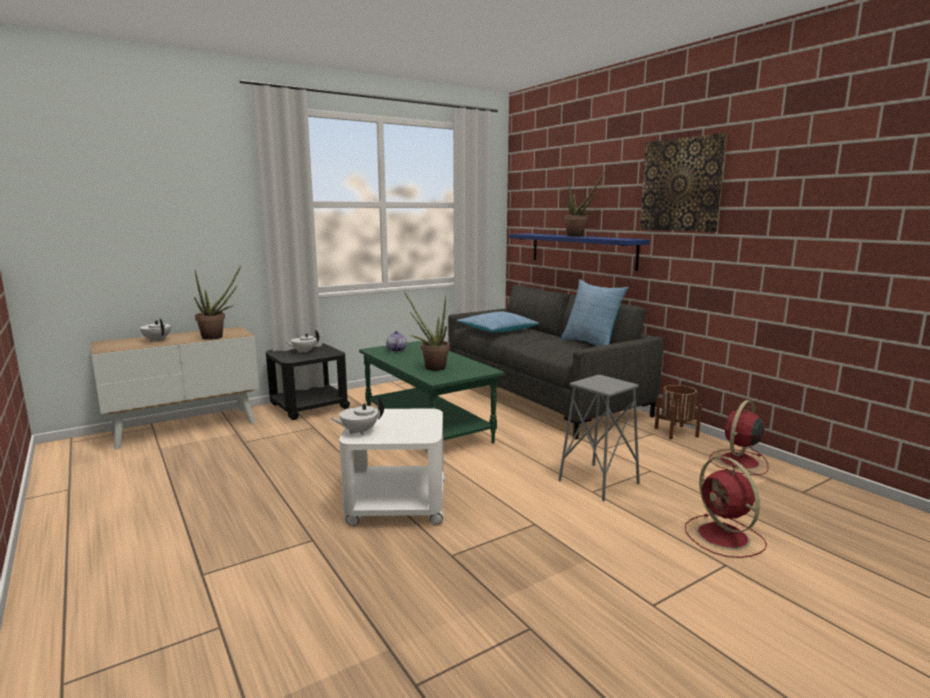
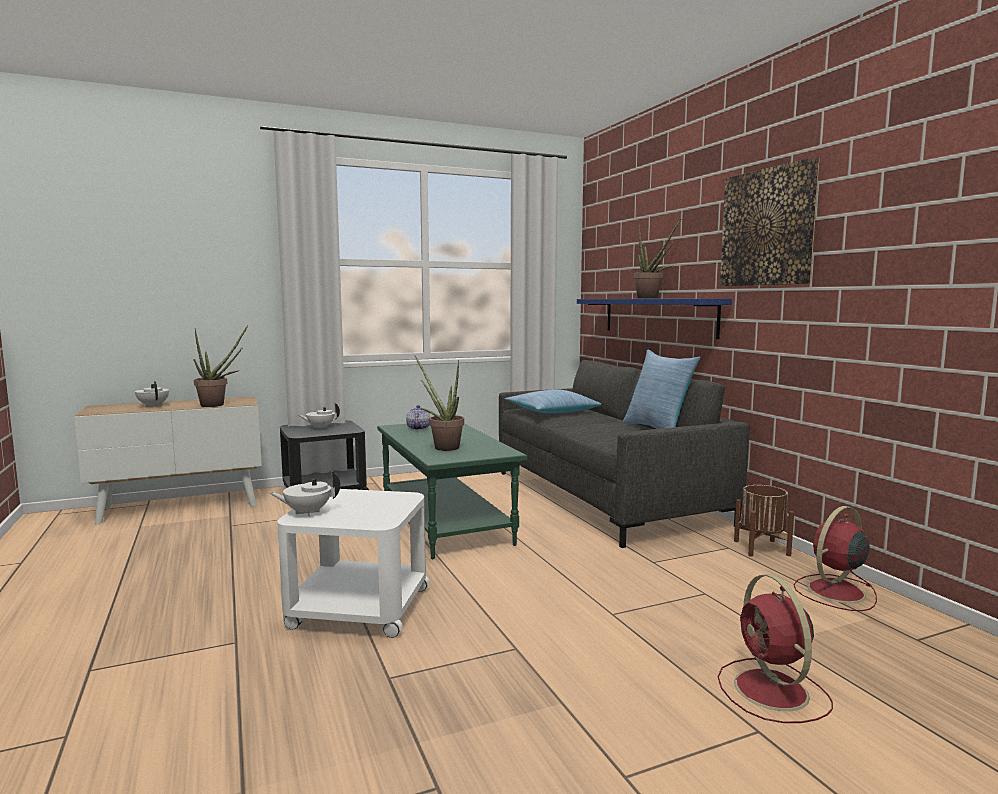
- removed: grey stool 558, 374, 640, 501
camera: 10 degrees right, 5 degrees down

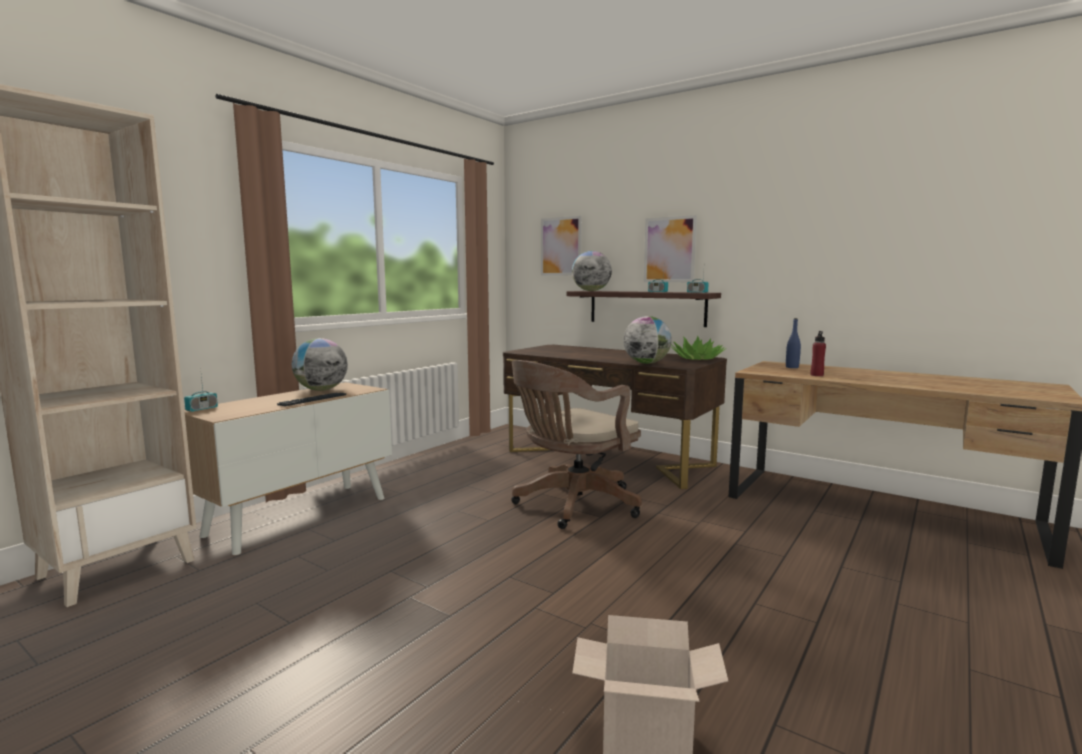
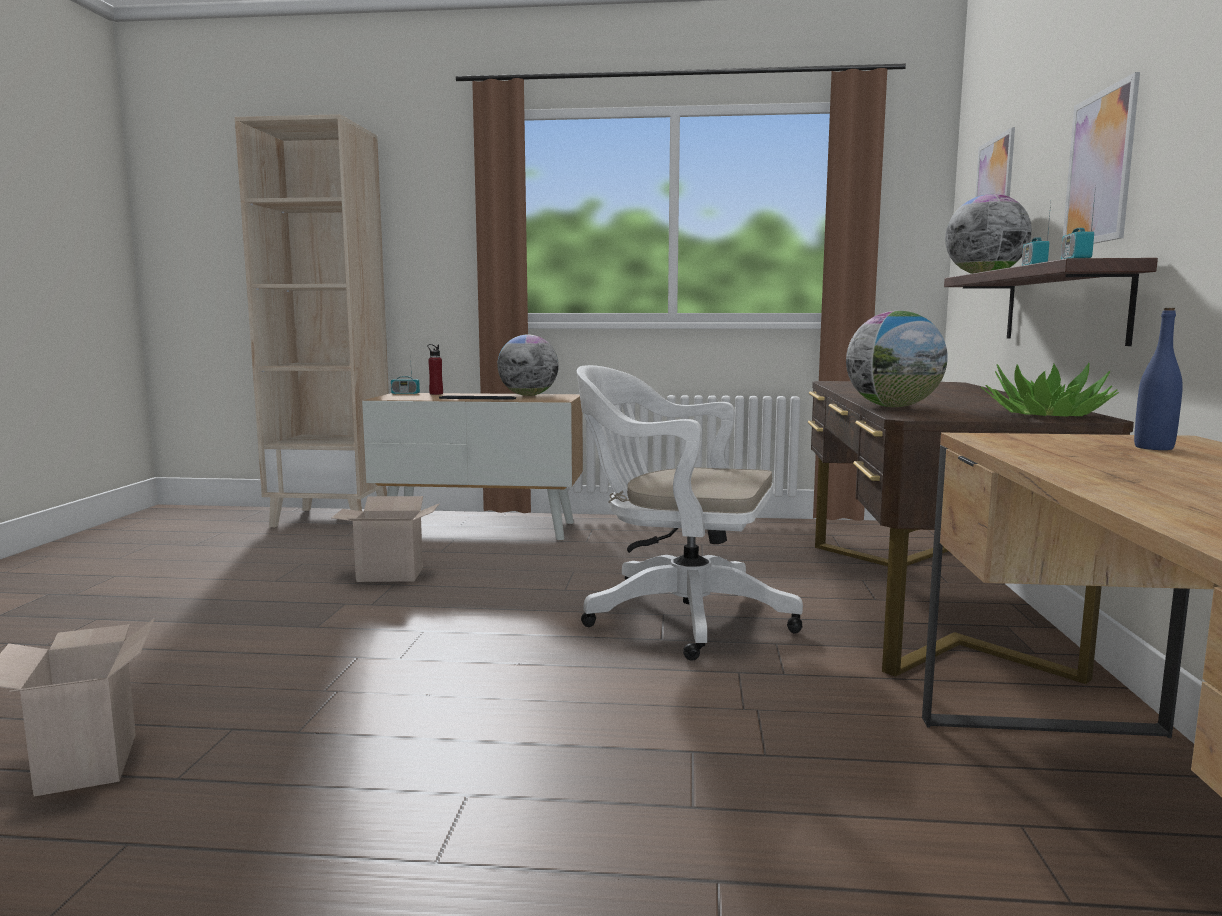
- moved: red-coloured bottle 811, 331, 826, 376 to 427, 344, 443, 395
- recoloured: brown-coloured computer chair 511, 360, 642, 529 to white computer chair 577, 365, 803, 661
- added: packing box 331, 496, 440, 582
camera: 60 degrees right, 0 degrees up

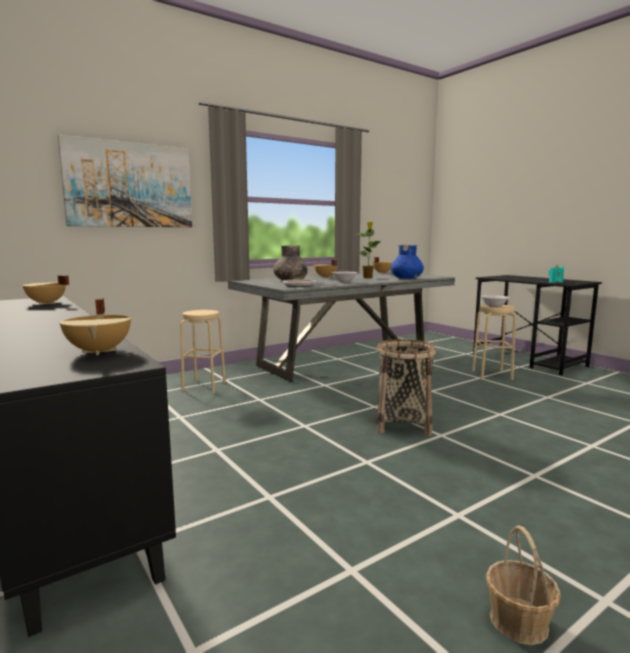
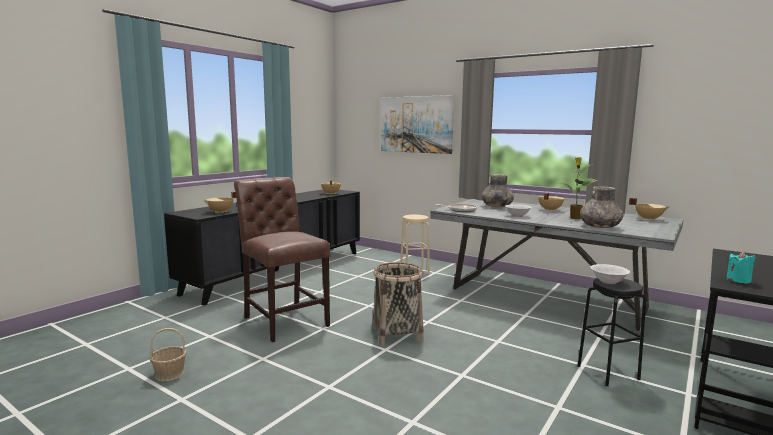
- recoloured: blue flower vase 391, 245, 424, 279 to grey flower vase 580, 186, 624, 228
- recoloured: beige-coloured stool 472, 304, 516, 380 to black stool 577, 278, 646, 387
- added: brown-coloured upright chair 234, 177, 330, 342
camera: 70 degrees right, 0 degrees up

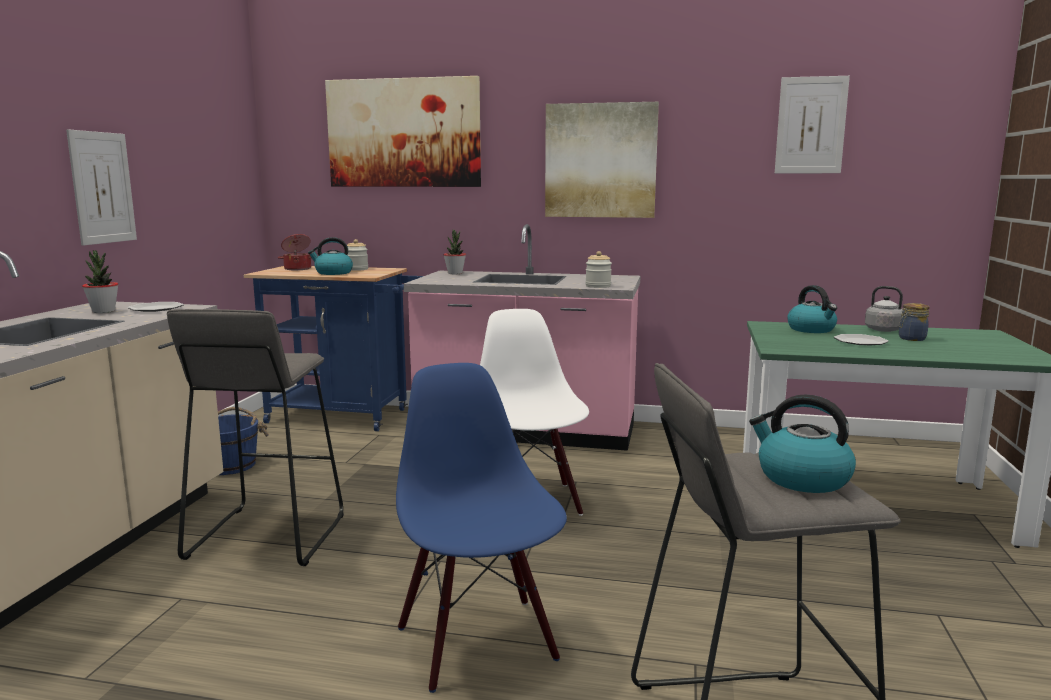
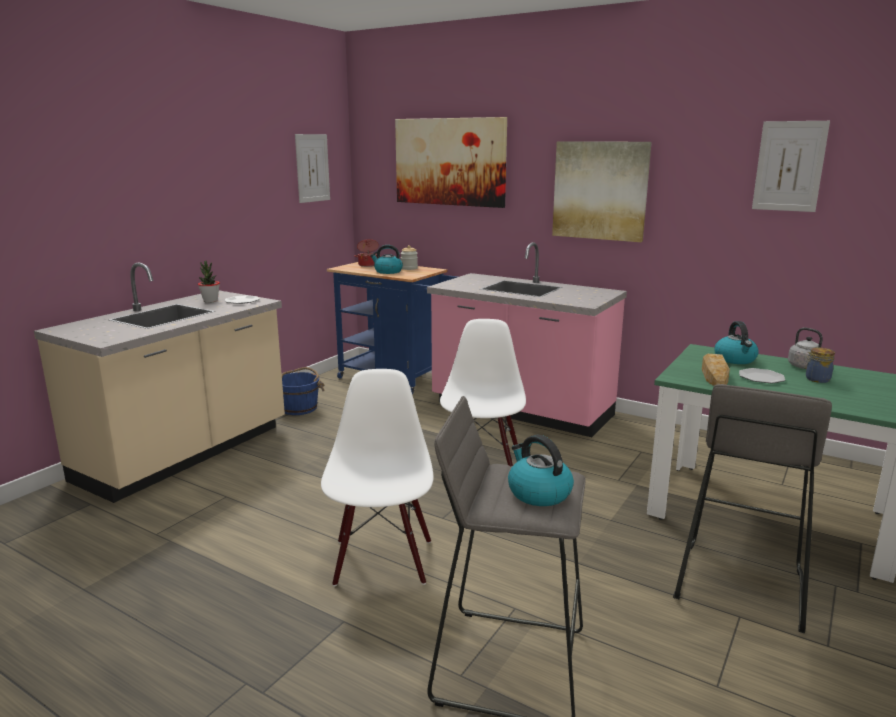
- moved: wall art 66, 129, 137, 246 to 295, 134, 330, 203
- removed: plant in a pot 443, 230, 466, 274
- removed: storage jar 585, 251, 612, 288
- moved: grey stool 167, 309, 344, 566 to 673, 384, 832, 633
- recoloured: blue upright chair 396, 363, 567, 693 to white upright chair 321, 369, 434, 586
- added: baked bread 702, 354, 730, 386
camera: 20 degrees right, 5 degrees up

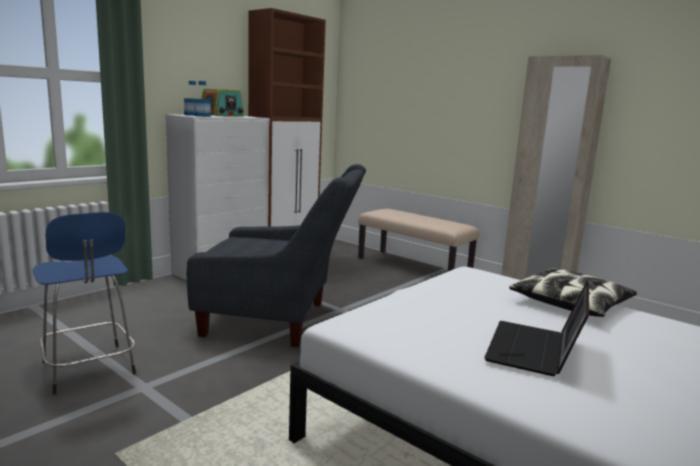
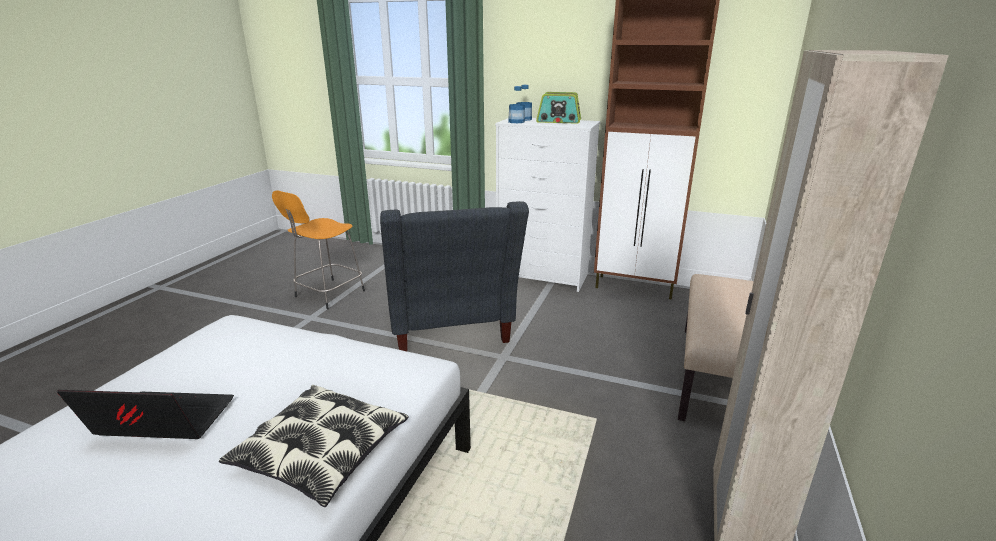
- recoloured: blue stool 33, 212, 136, 394 to orange stool 272, 190, 365, 309
camera: 70 degrees right, 10 degrees up

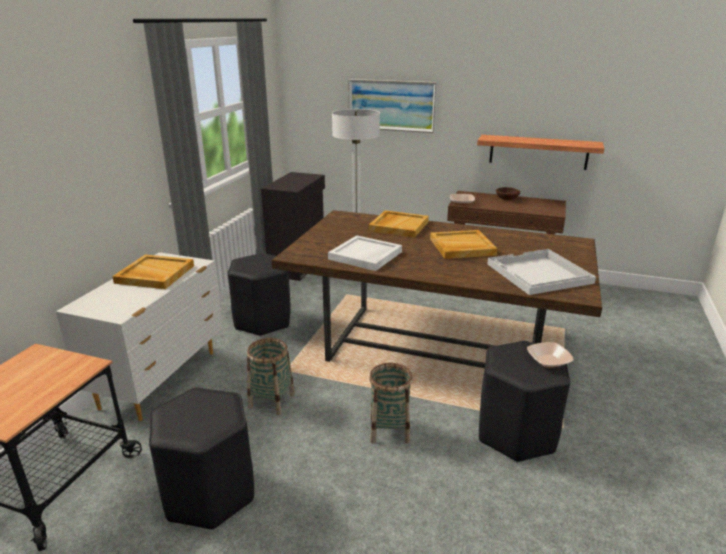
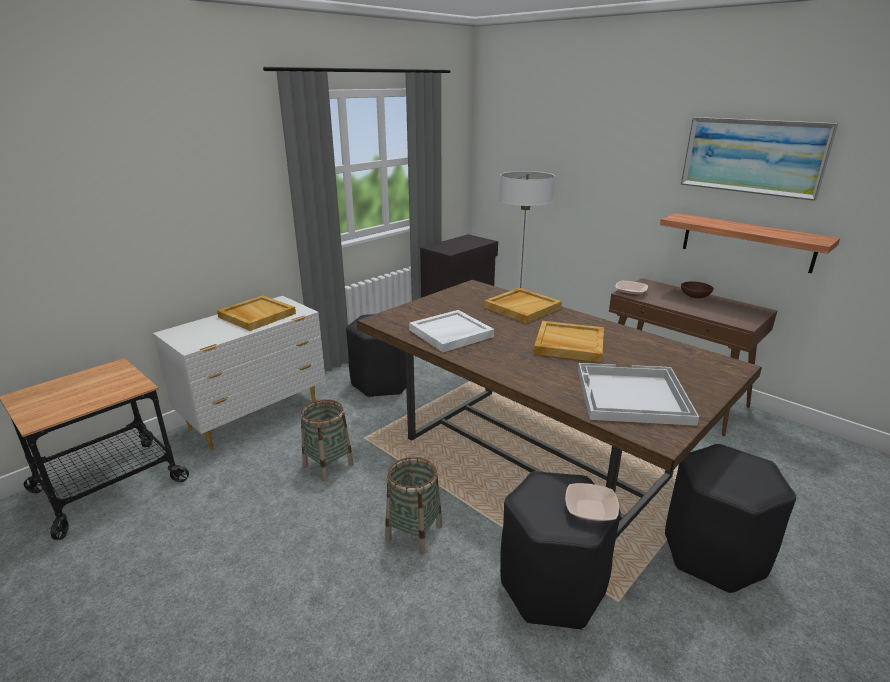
- moved: wall art 348, 79, 437, 133 to 681, 117, 838, 201
- moved: black stool 149, 387, 254, 530 to 665, 444, 796, 593
camera: 25 degrees right, 0 degrees up

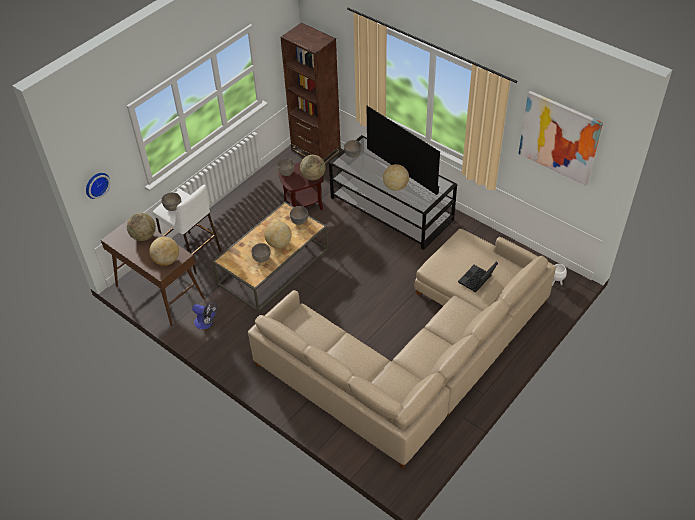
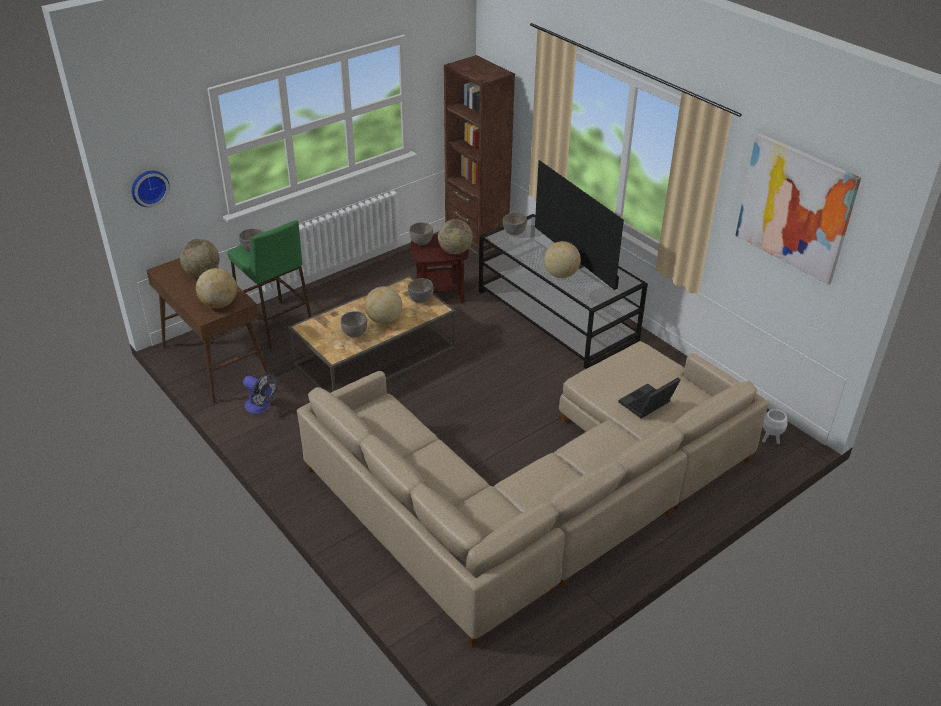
- recoloured: white stool 153, 185, 222, 274 to green stool 228, 220, 312, 349
camera: 10 degrees right, 10 degrees down

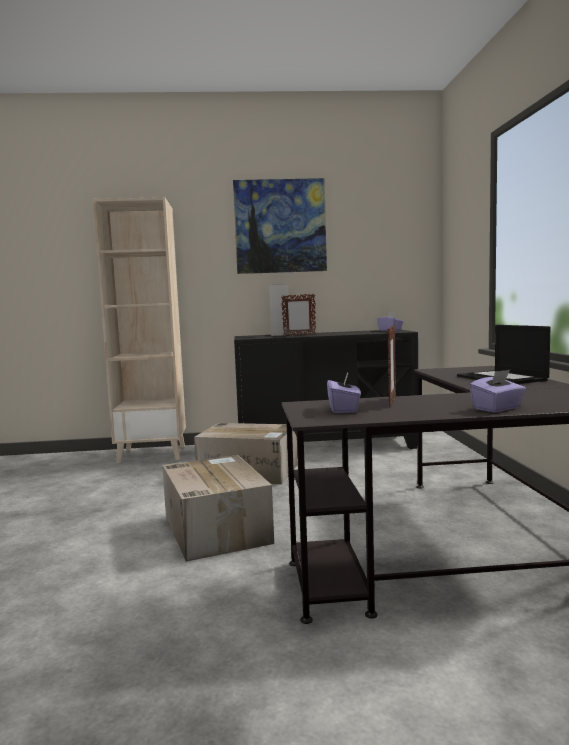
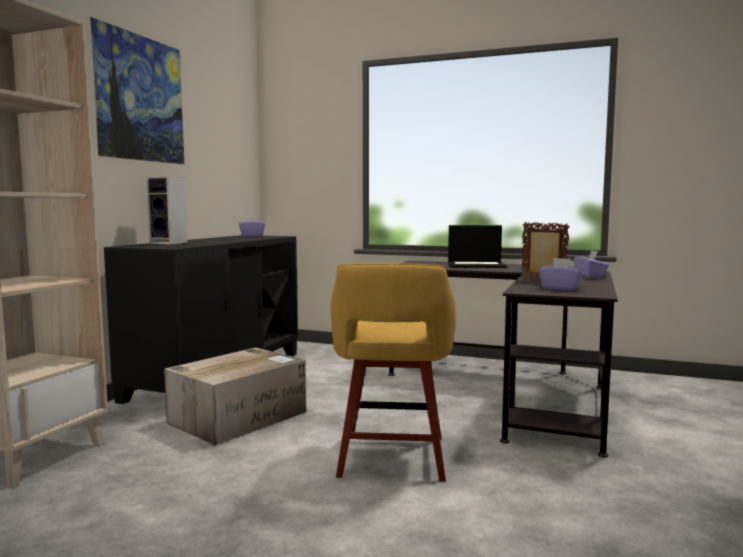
- removed: standing frame 281, 294, 316, 336
- replaced: packing box 163, 455, 274, 561 to yellow stool 331, 263, 456, 482
camera: 65 degrees left, 0 degrees up

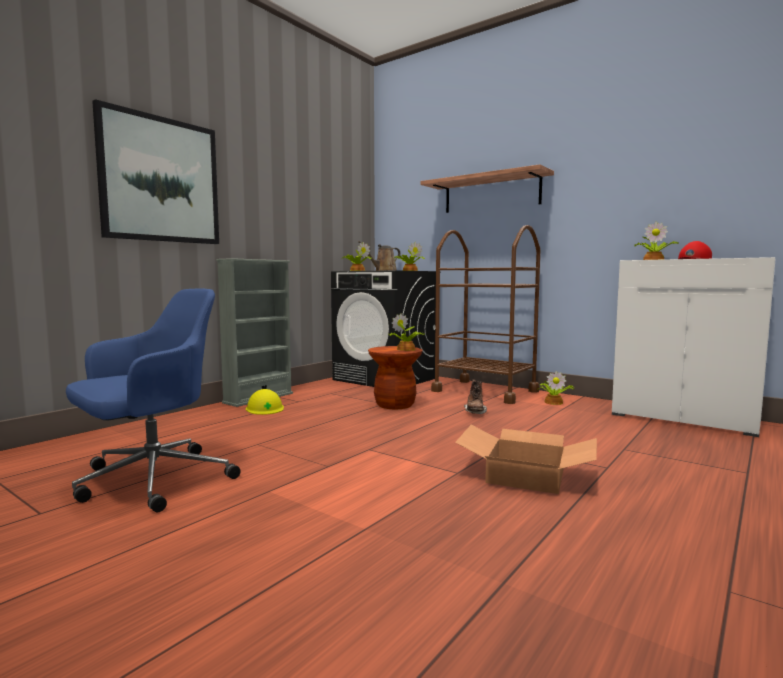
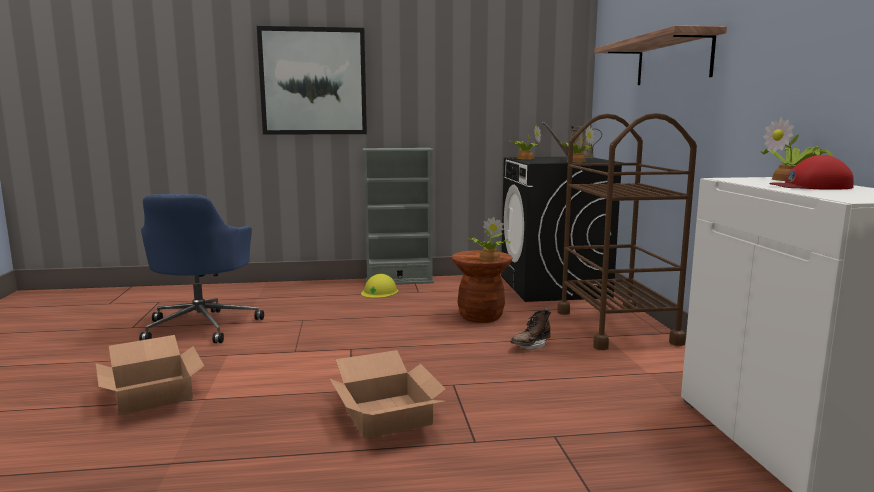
- turned: blue computer chair 66, 288, 241, 513 = 139, 194, 264, 343 90 degrees clockwise
- removed: plant in a pot 537, 371, 574, 405
- added: packing box 96, 335, 204, 415
camera: 45 degrees right, 5 degrees up

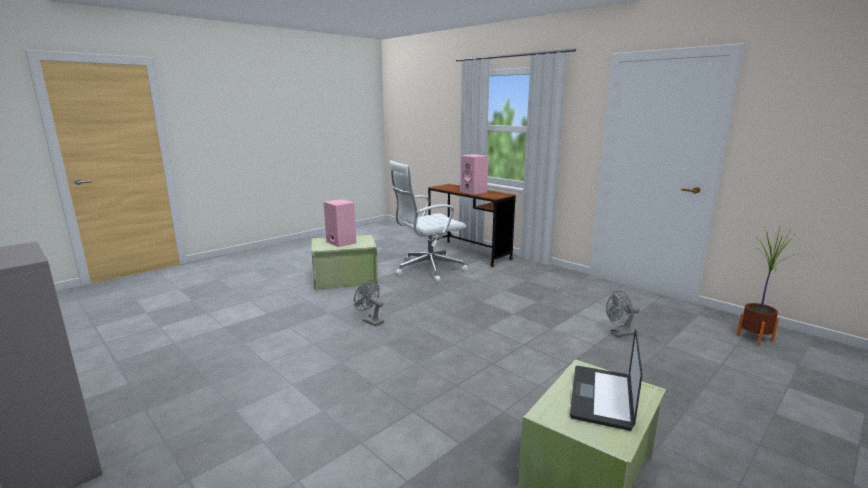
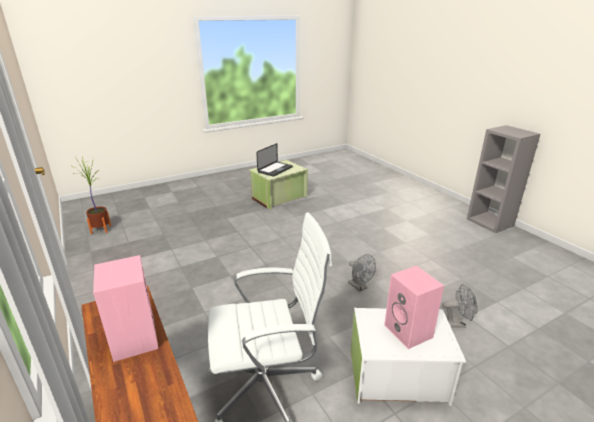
- recoloured: green storage container 311, 235, 378, 292 to white storage container 351, 308, 466, 406
- moved: grey fan 606, 291, 640, 337 to 442, 284, 477, 328
camera: 165 degrees left, 10 degrees up

